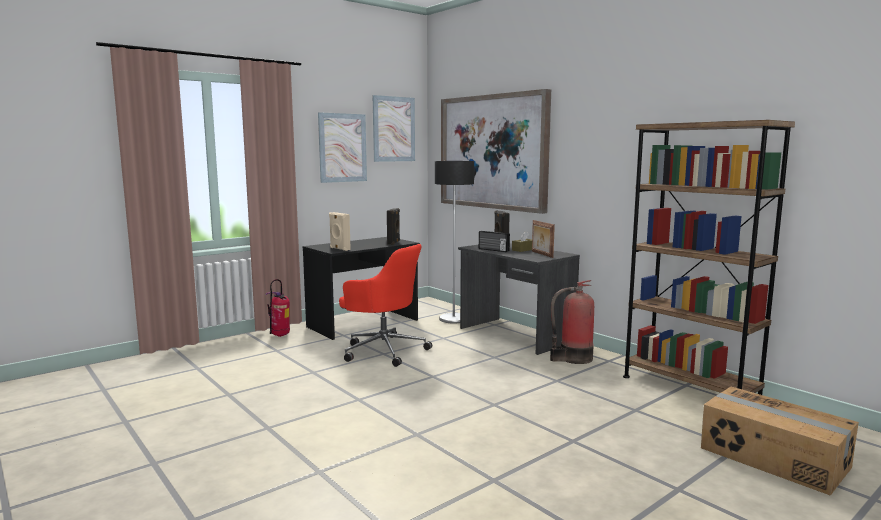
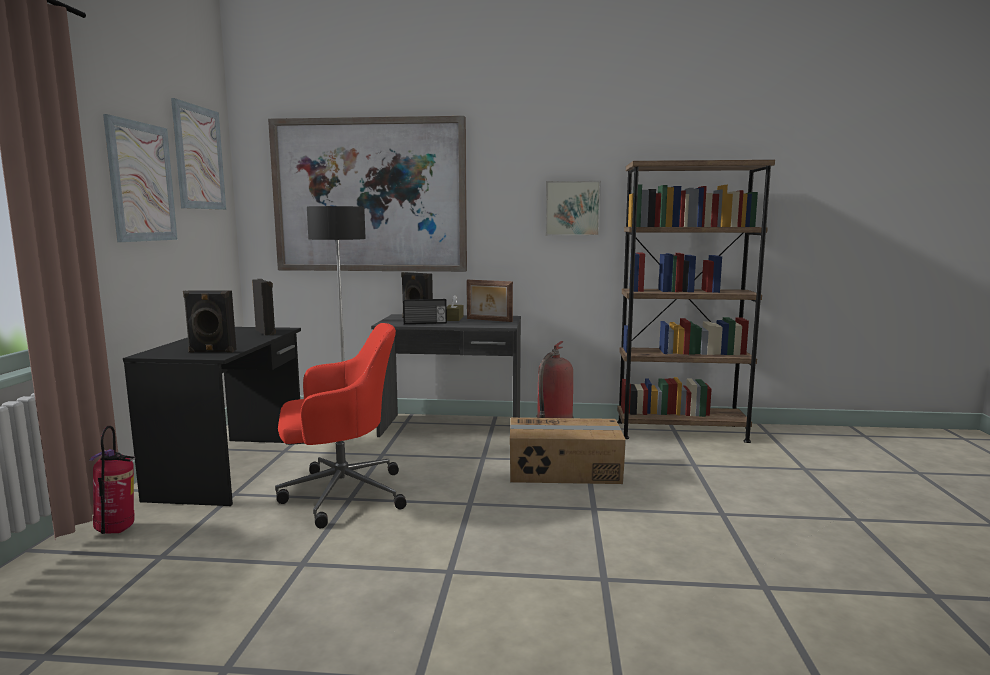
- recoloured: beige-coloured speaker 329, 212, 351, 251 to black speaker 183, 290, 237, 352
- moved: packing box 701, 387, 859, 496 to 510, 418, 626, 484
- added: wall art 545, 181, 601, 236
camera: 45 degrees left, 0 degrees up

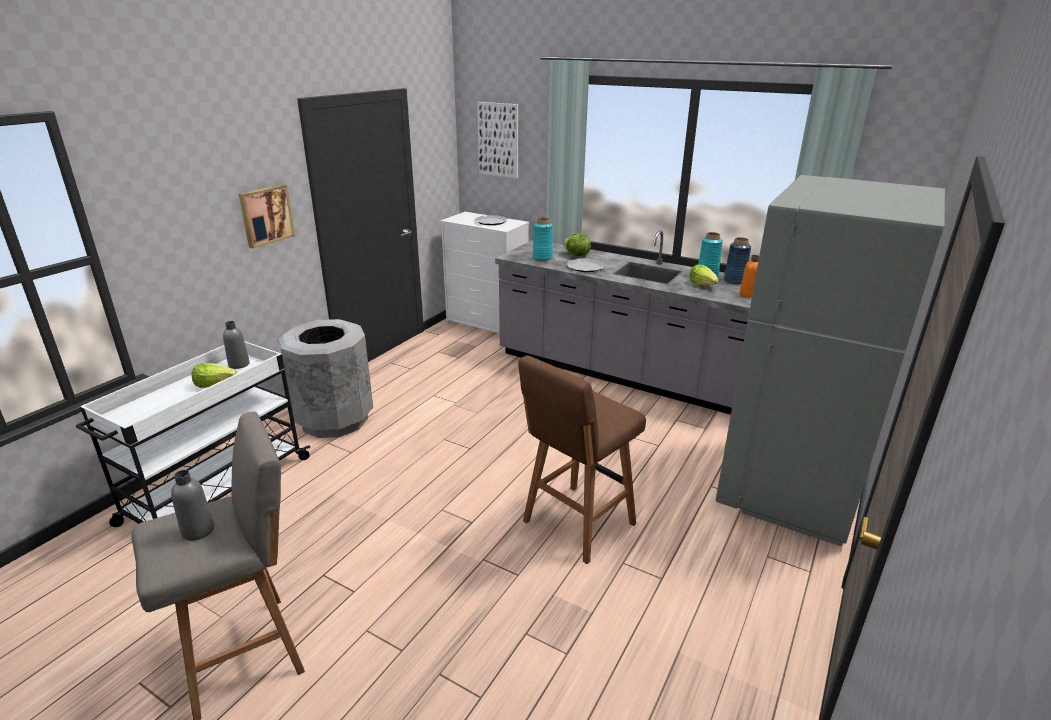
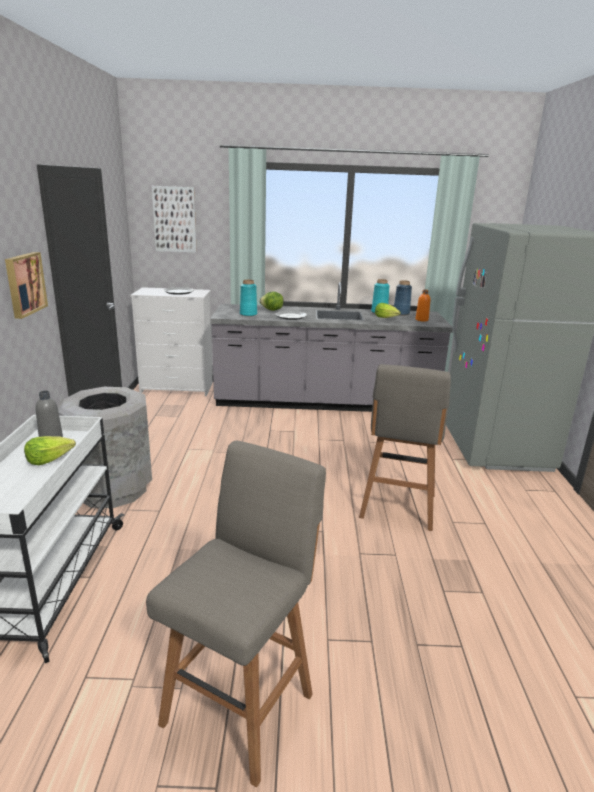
- recoloured: brown-coloured stool 518, 356, 646, 564 to grey stool 359, 364, 451, 531
- removed: grey bottle 171, 470, 214, 541
camera: 30 degrees left, 5 degrees down

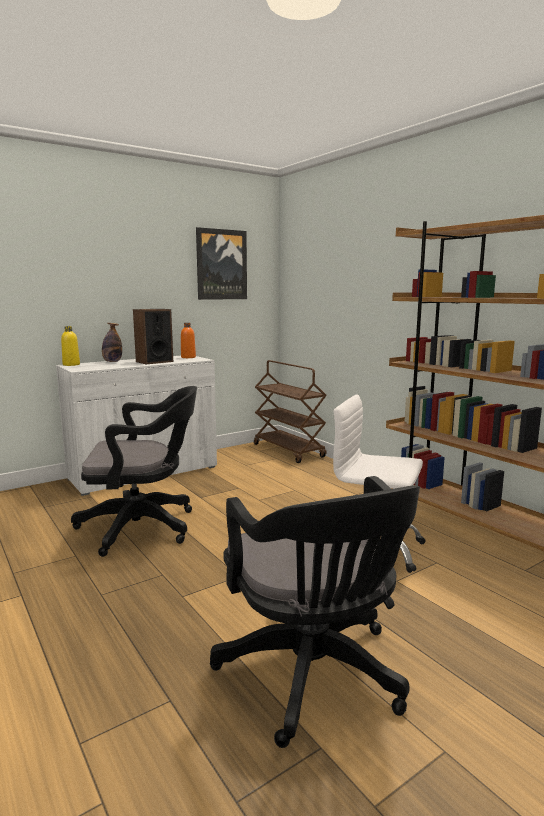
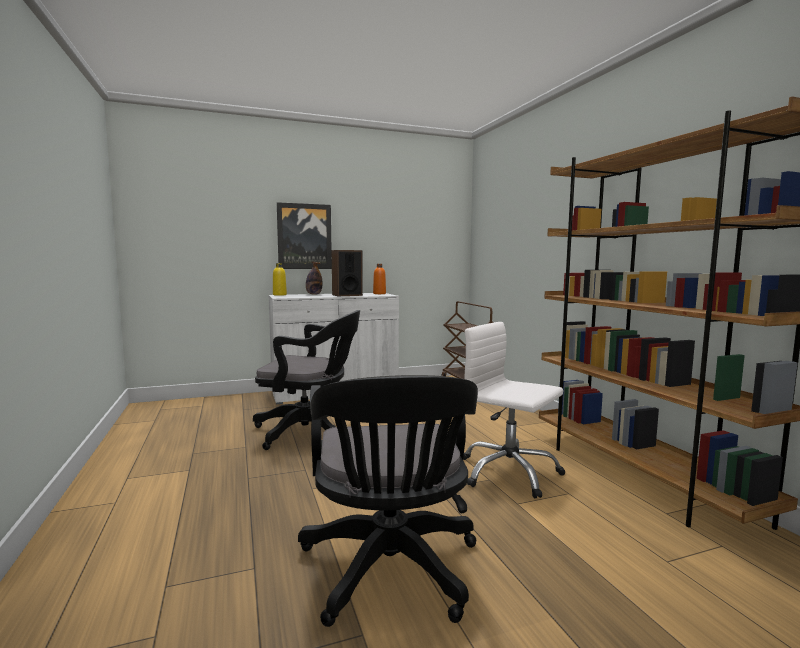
- moved: wall art 196, 227, 247, 300 to 277, 202, 332, 269
camera: 15 degrees right, 5 degrees down

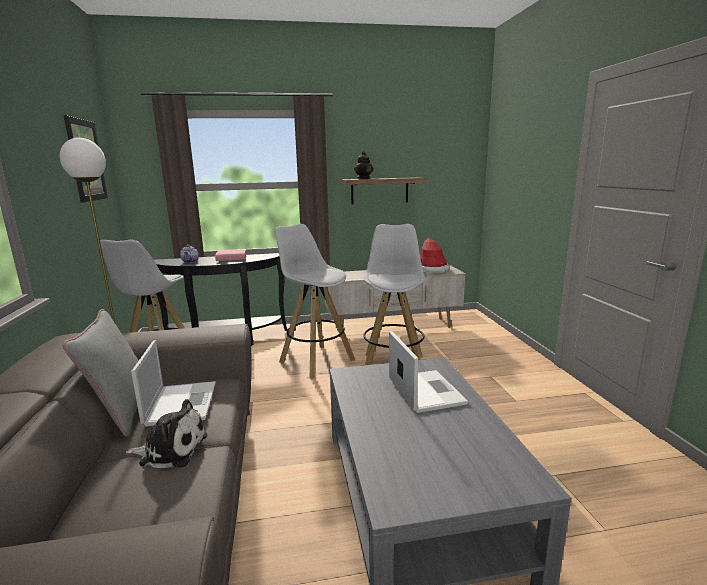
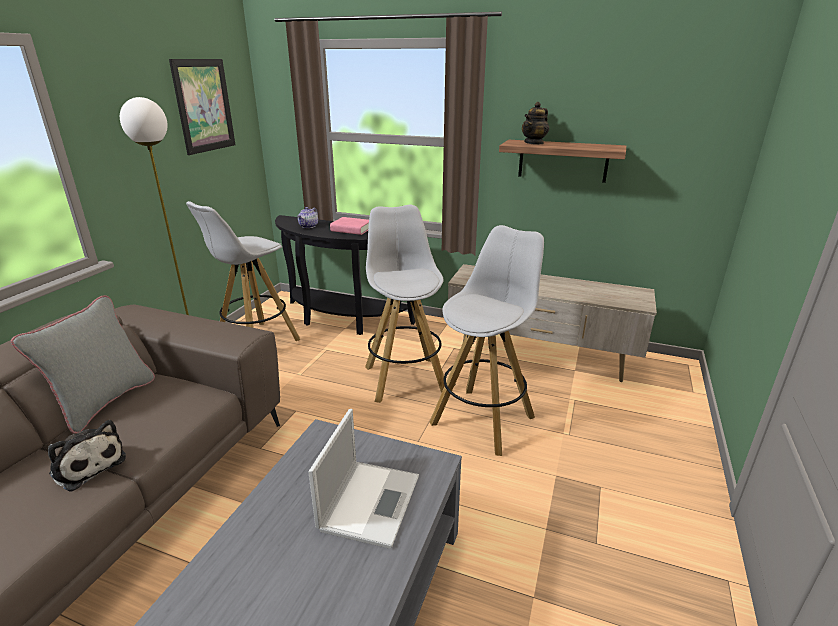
- removed: clothing hat 420, 238, 450, 275
- removed: laptop 131, 340, 216, 427
camera: 30 degrees right, 10 degrees up

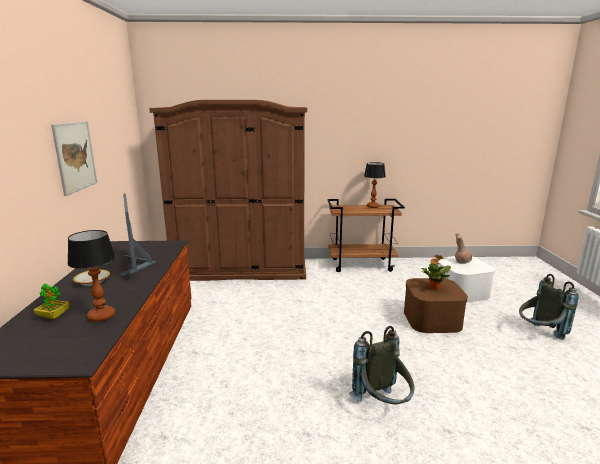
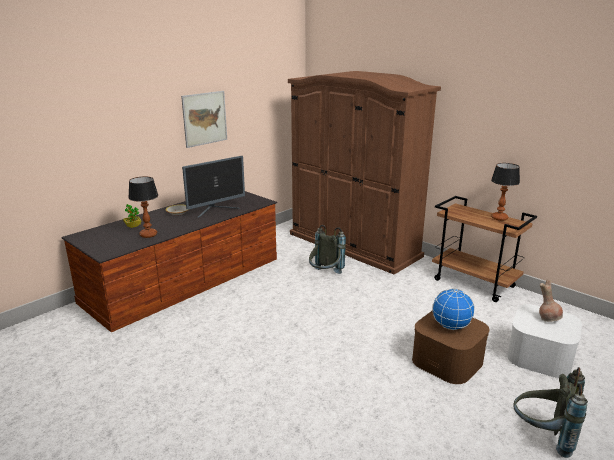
- turned: computer screen 120, 193, 156, 277 = 182, 156, 245, 218 150 degrees counterclockwise
- replaced: plant in a pot 421, 254, 451, 291 to globe 432, 288, 475, 330
- moved: grey rucksack 349, 326, 414, 405 to 309, 225, 346, 274
camera: 45 degrees right, 5 degrees up

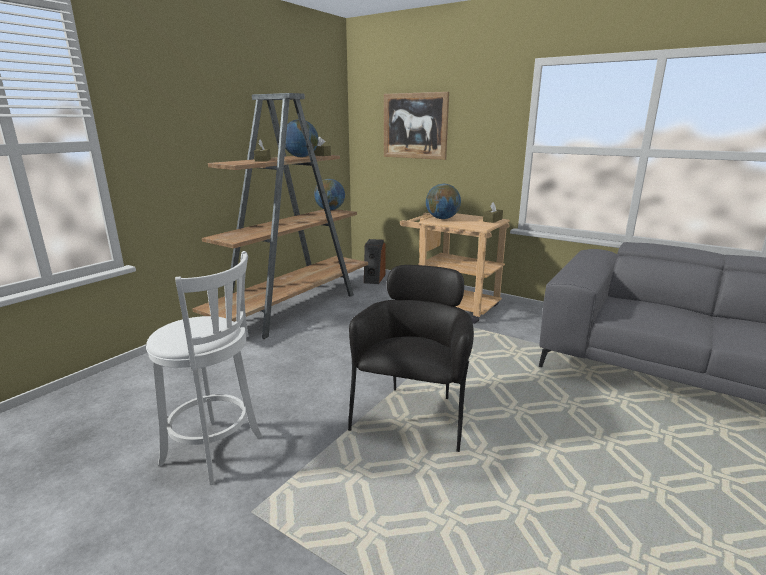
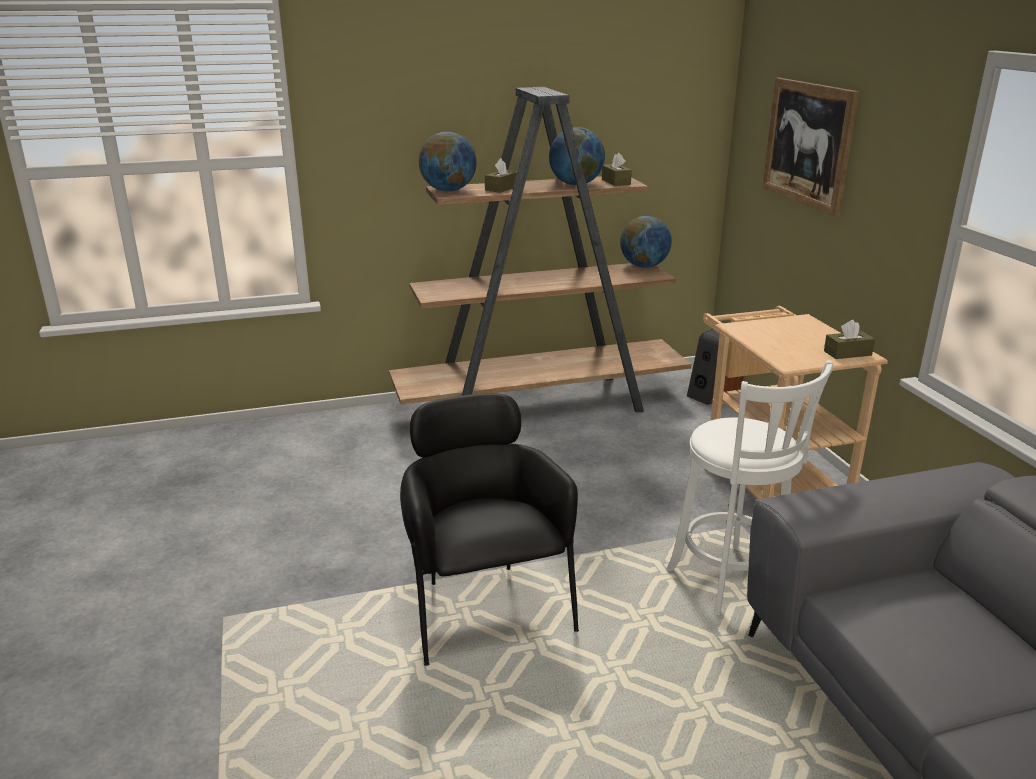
- moved: globe 426, 184, 461, 219 to 419, 132, 477, 192
- moved: white stool 146, 251, 263, 485 to 666, 360, 833, 615
- turned: black lounge chair 348, 265, 474, 452 = 400, 393, 579, 666 75 degrees counterclockwise
camera: 40 degrees right, 5 degrees up

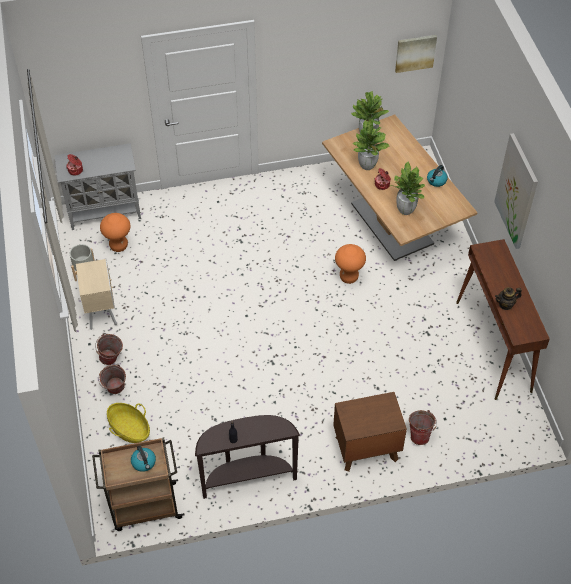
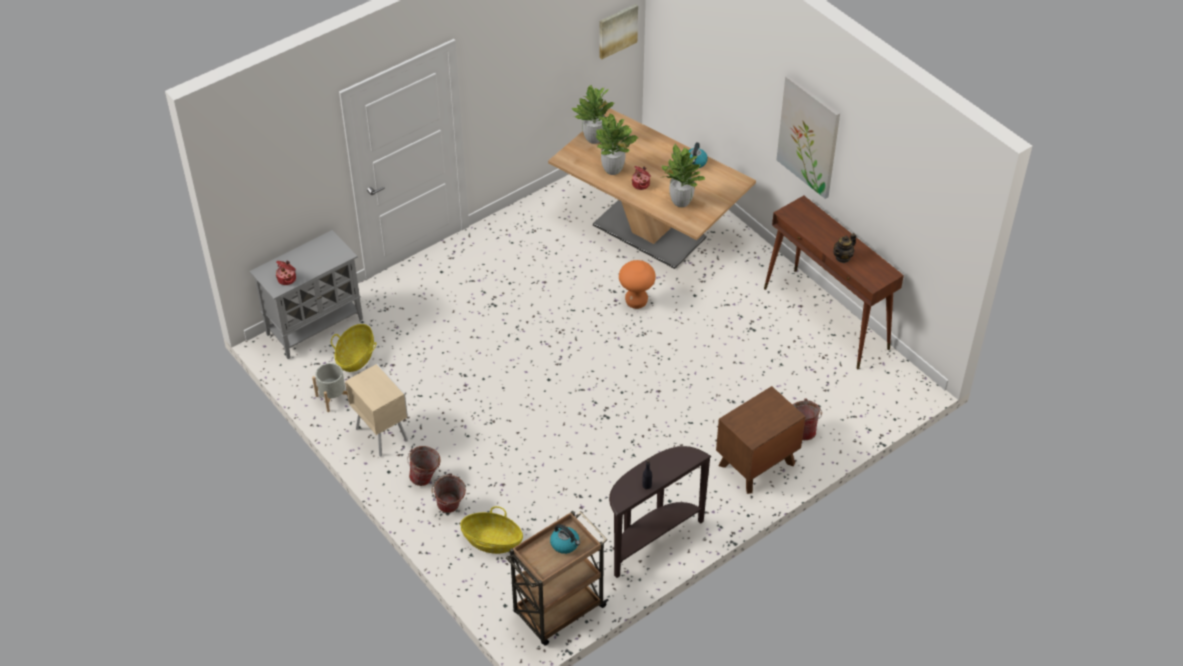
- replaced: orange stool 100, 213, 131, 252 to household basket 331, 324, 377, 372
camera: 25 degrees left, 5 degrees down

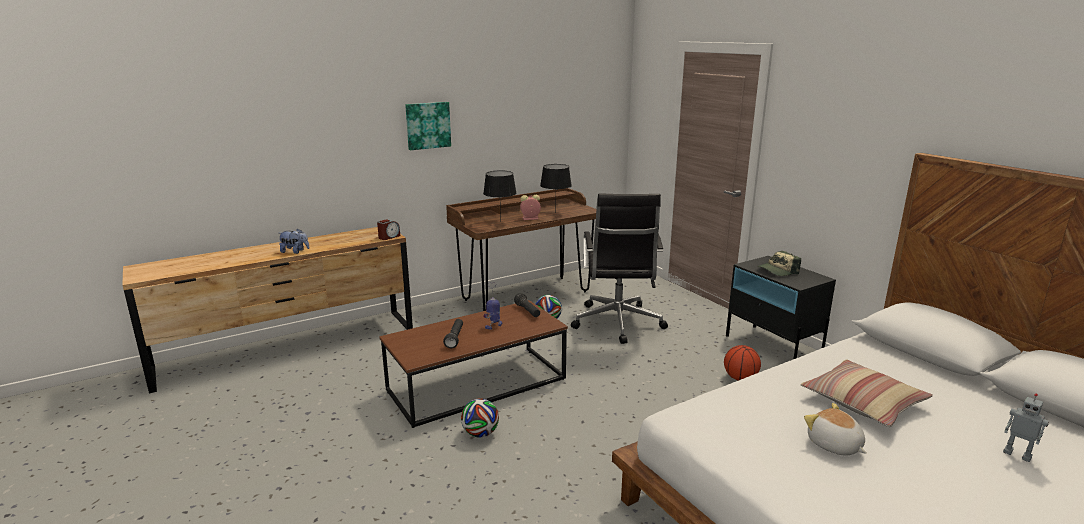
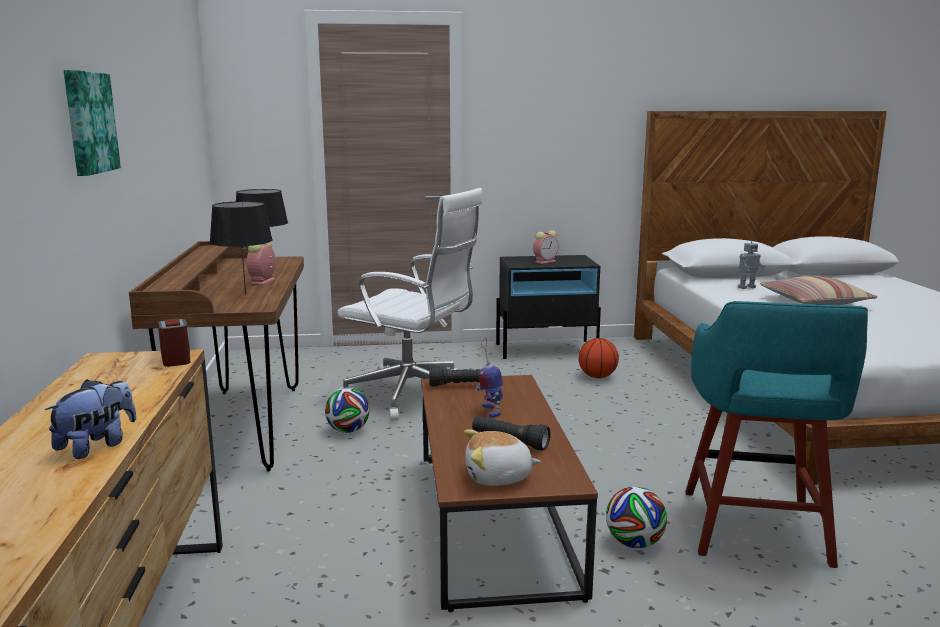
- recoloured: black computer chair 571, 194, 668, 344 to white computer chair 337, 188, 484, 421
- replaced: cap 757, 251, 801, 276 to alarm clock 533, 230, 559, 264
- moved: toy robot 1003, 393, 1049, 462 to 738, 237, 765, 289
- moved: plush toy 804, 403, 867, 456 to 464, 430, 541, 486
- added: turquoise-coloured stool 685, 301, 868, 568
camera: 65 degrees left, 5 degrees down

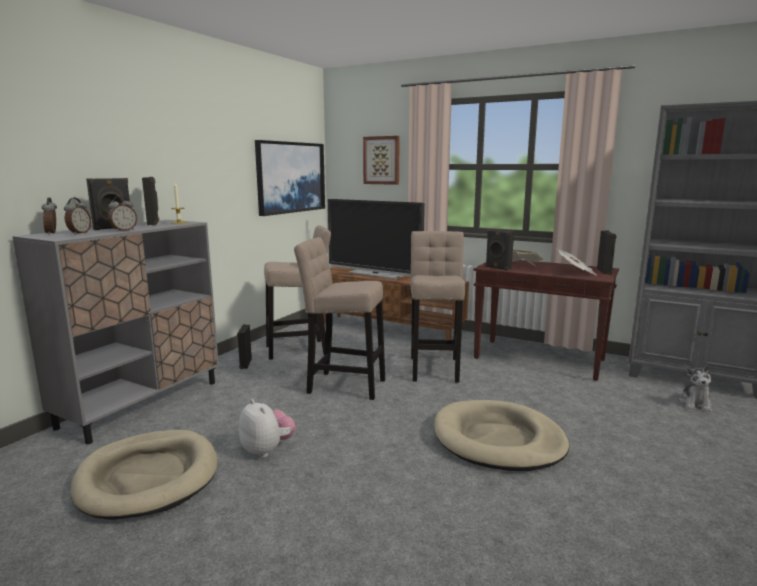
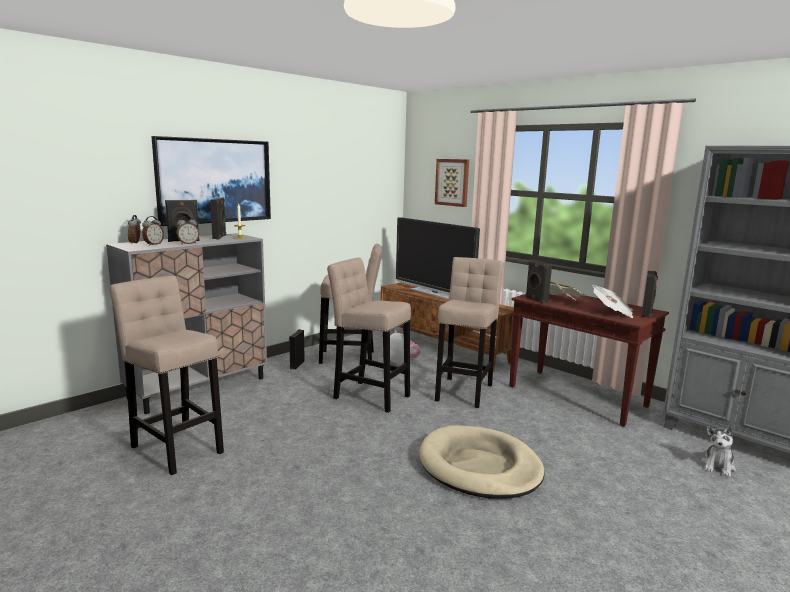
- moved: wall art 255, 140, 325, 216 to 151, 136, 271, 226
- moved: plush toy 239, 399, 296, 458 to 390, 330, 420, 366
- replaced: beige-coloured dog bed 70, 430, 217, 520 to beige-coloured stool 109, 275, 224, 475
camera: 15 degrees right, 0 degrees up

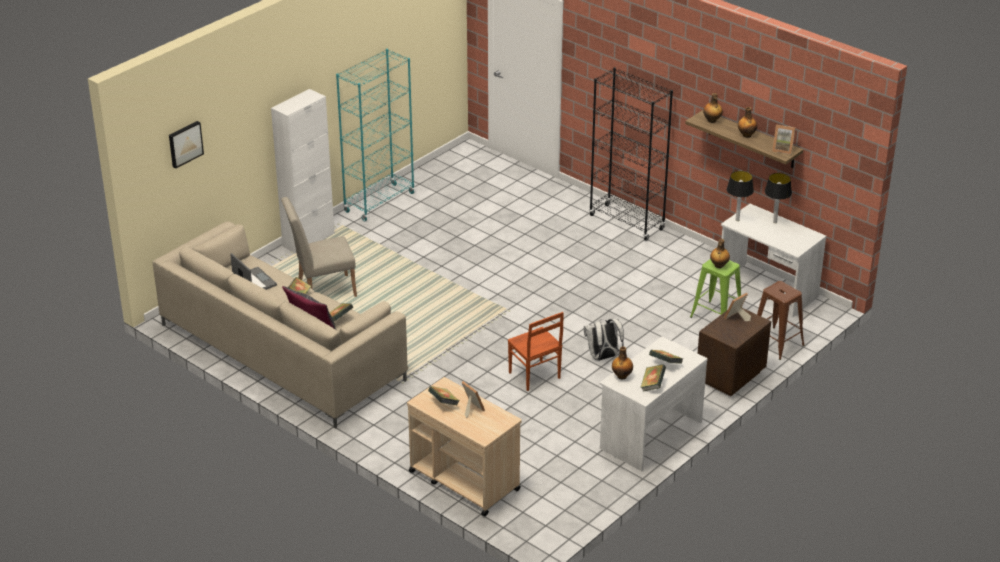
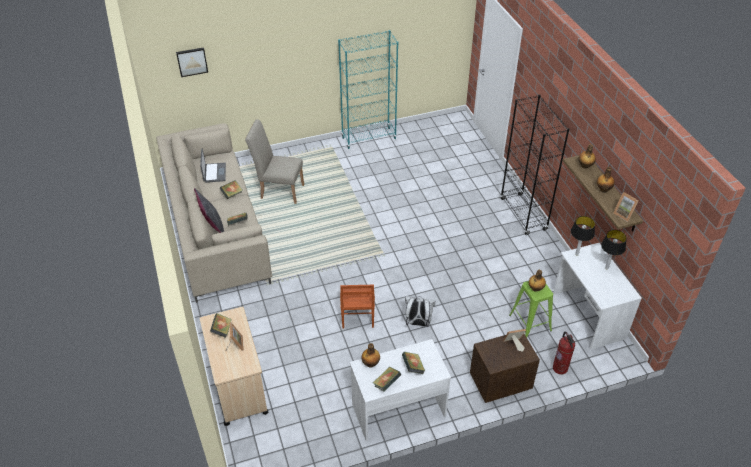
- removed: white cabinet 271, 89, 335, 254
- replaced: brown-coloured stool 757, 281, 805, 360 to fire extinguisher 553, 332, 575, 374
camera: 30 degrees right, 10 degrees up

